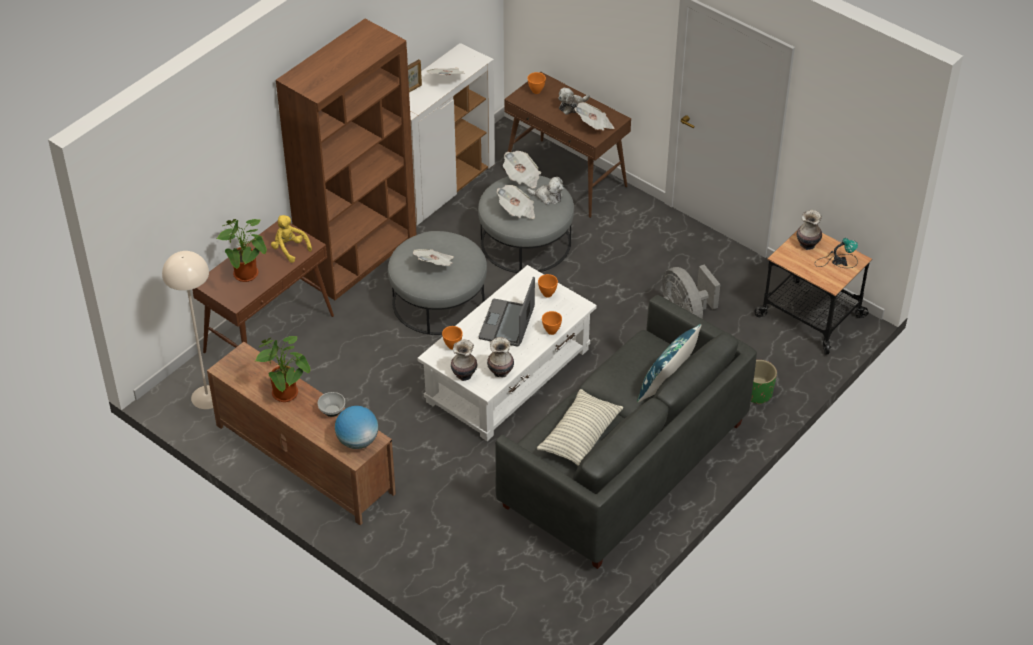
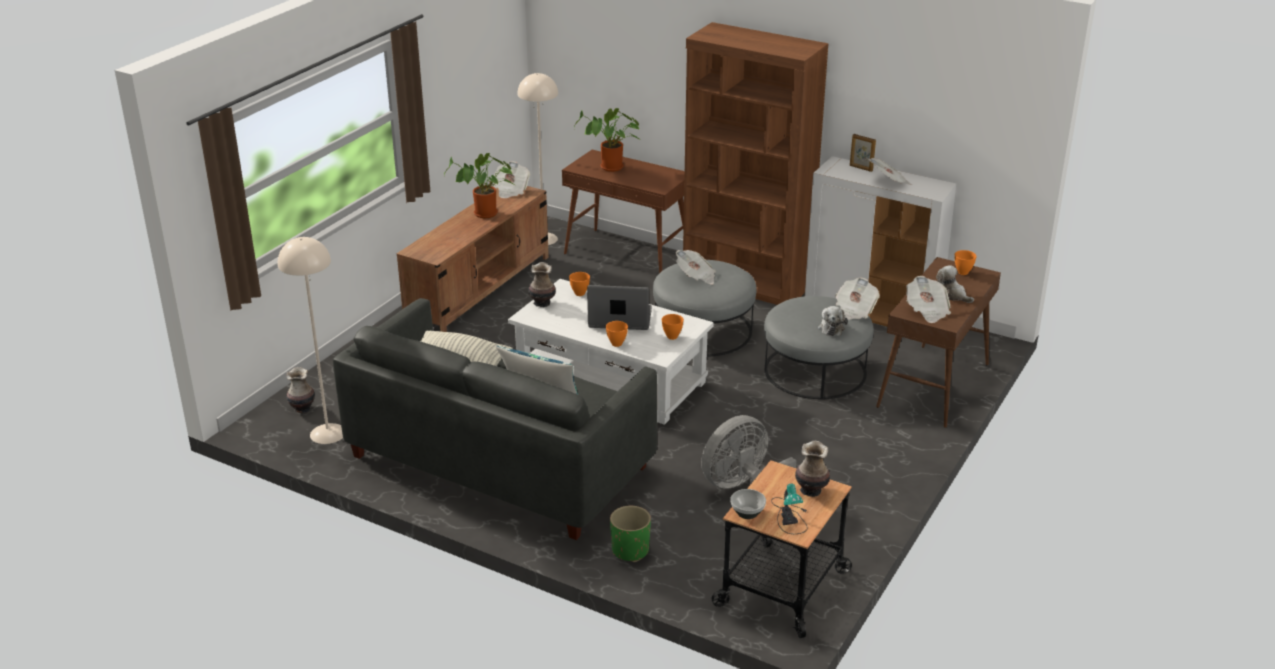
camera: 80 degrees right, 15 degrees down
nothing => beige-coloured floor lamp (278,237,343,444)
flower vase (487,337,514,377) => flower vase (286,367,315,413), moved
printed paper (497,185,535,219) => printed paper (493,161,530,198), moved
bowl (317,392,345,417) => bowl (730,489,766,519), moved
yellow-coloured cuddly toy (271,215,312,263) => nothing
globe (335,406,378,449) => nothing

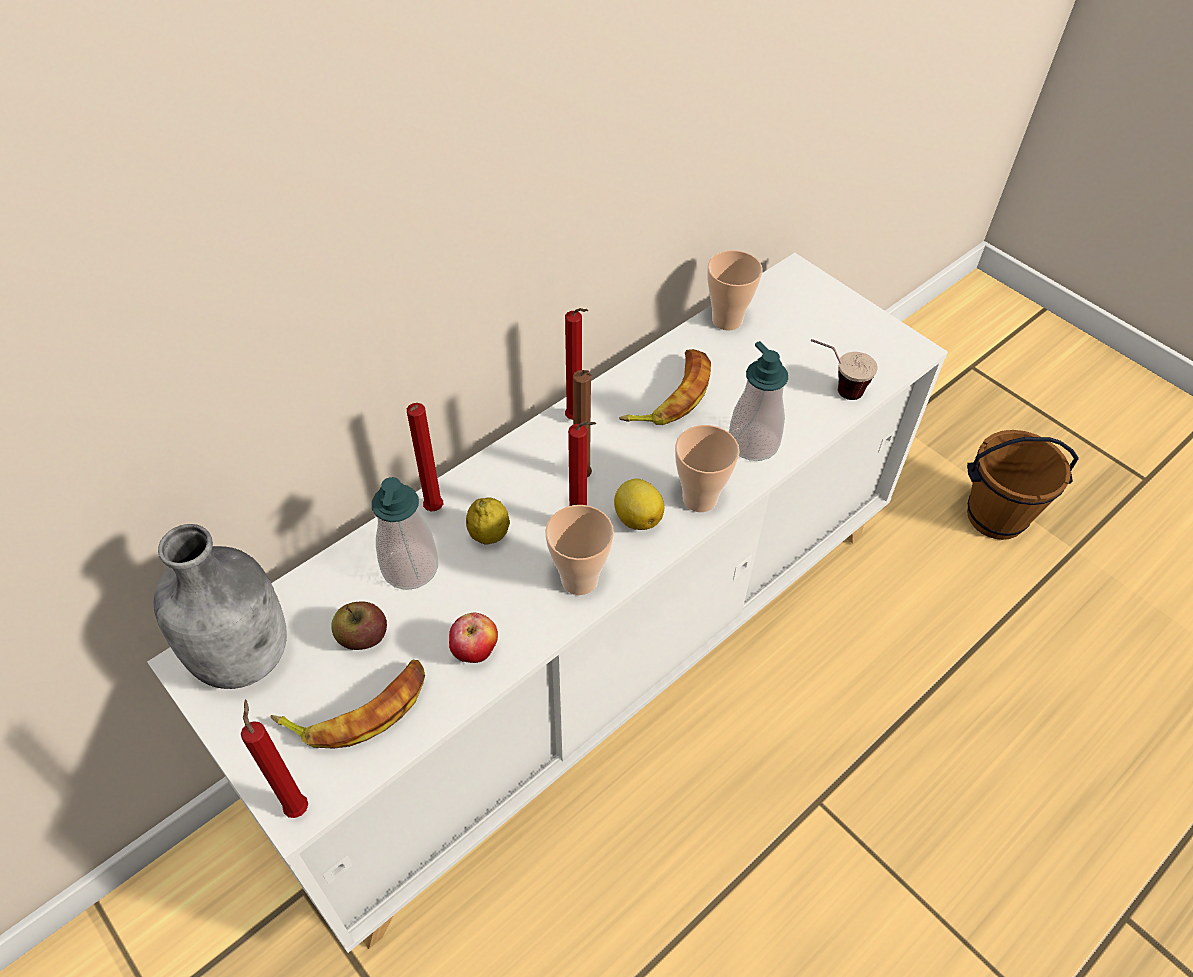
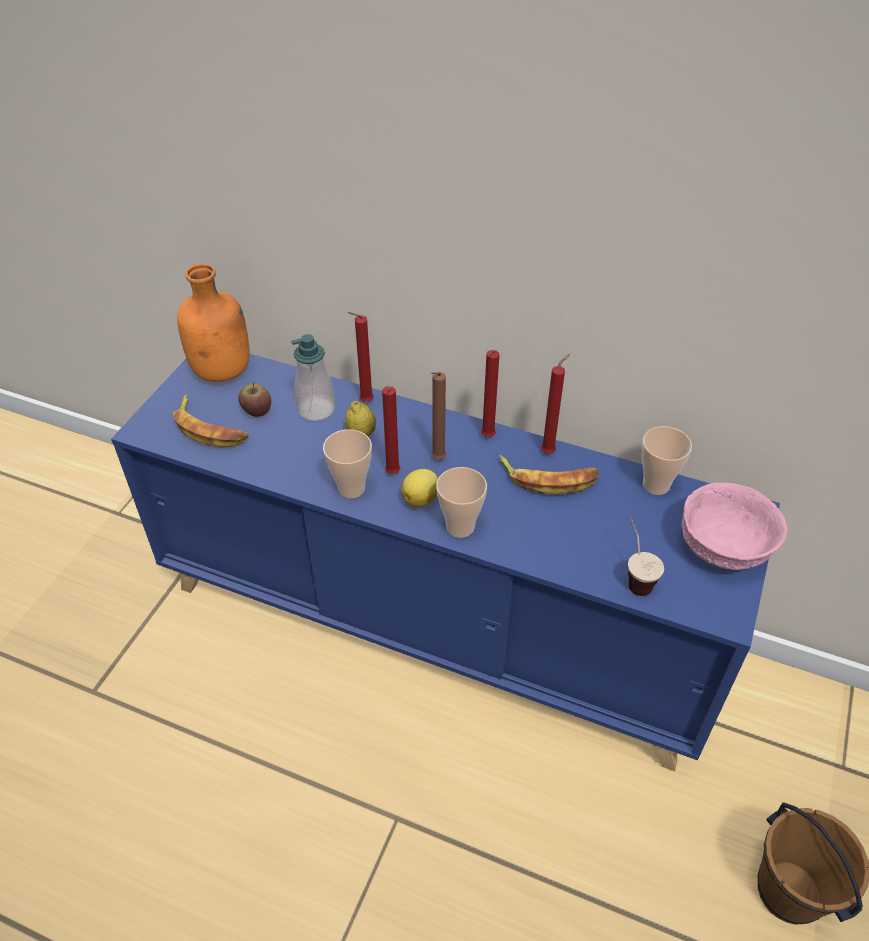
camera: 65 degrees right, 5 degrees down
whitish cabinet (147,253,948,953) => bluish cabinet (111,354,780,771)
gray beverage bottle (154,524,287,689) => orangey beverage bottle (177,264,250,382)
red-coloured candle (241,700,308,818) => red-coloured candle (541,354,570,454), moved
nothing => pink bowl (682,483,787,570)
apple (449,613,498,663) => nothing
liquid soap bottle (729,341,788,461) => nothing

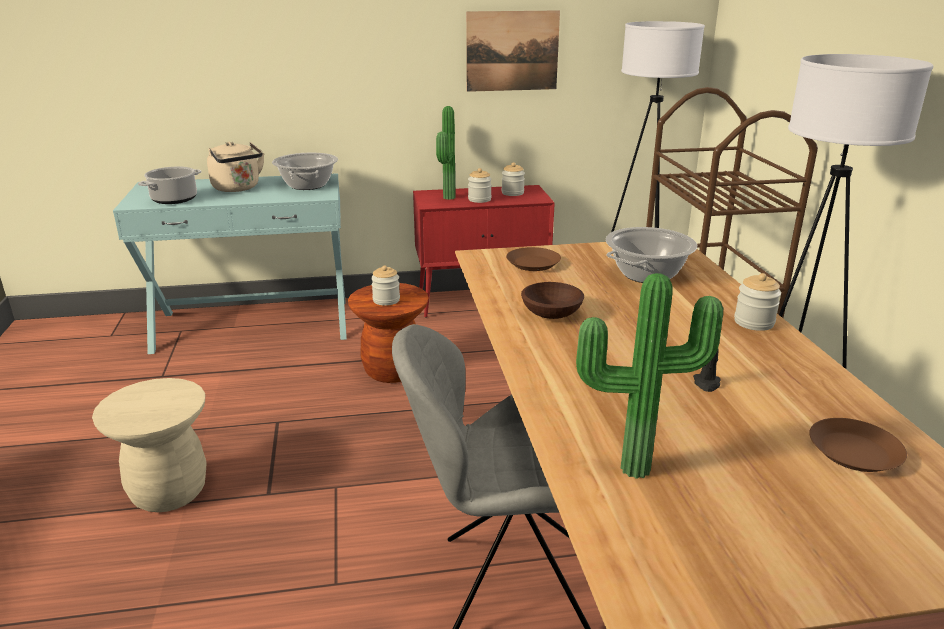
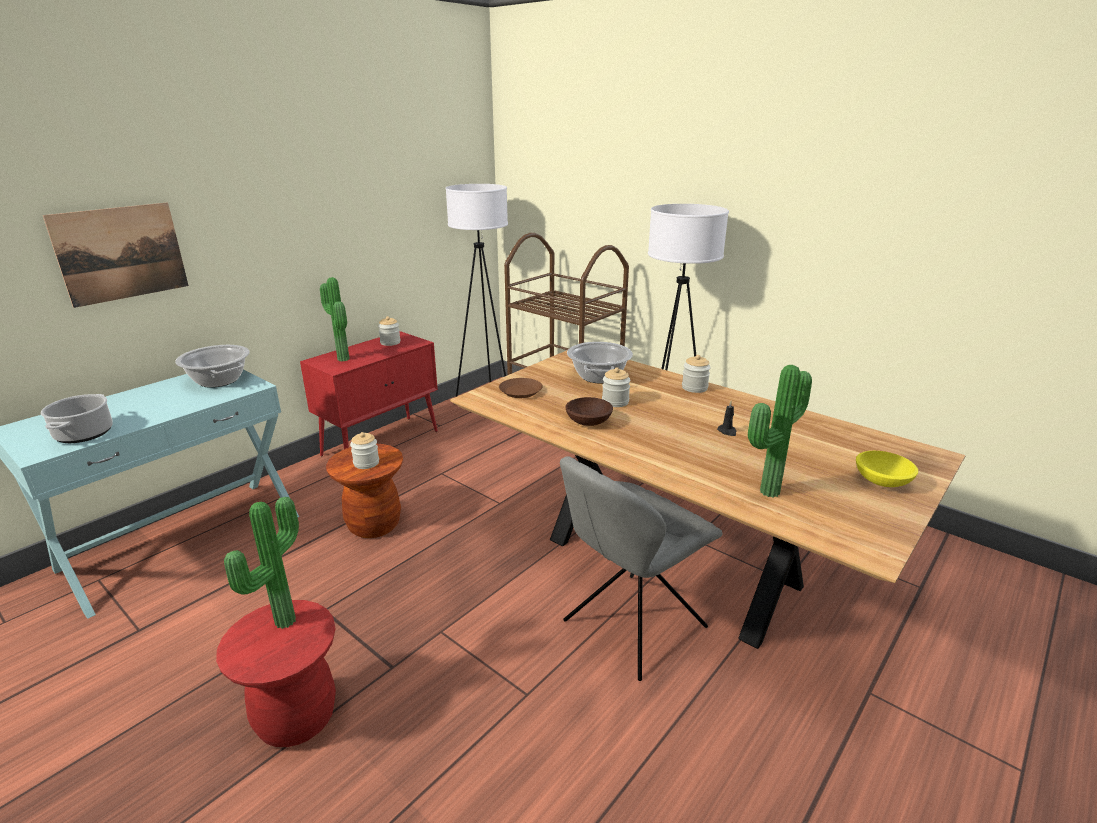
camera: 40 degrees left, 0 degrees up
picture (466,10,560,92) => picture (43,202,189,308), moved
beige-coloured stool (92,378,207,512) => red-coloured stool (216,600,336,747)
nothing => plant in a pot (224,497,299,629)
preserve jar (468,168,492,203) => preserve jar (602,367,631,407), moved
nothing => yellow-coloured bowl (856,451,918,487)
beige-coloured water kettle (207,142,264,192) => nothing
brownish flat dish (809,418,907,472) => nothing

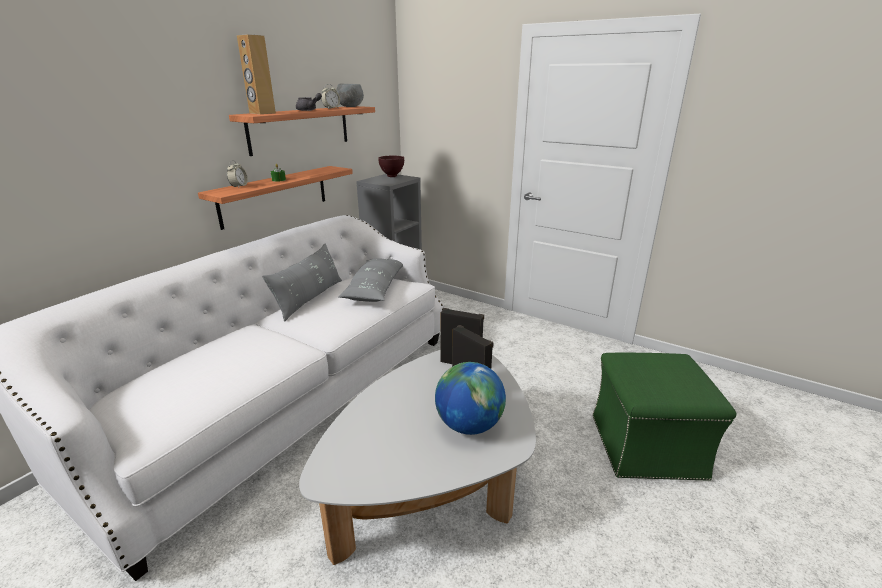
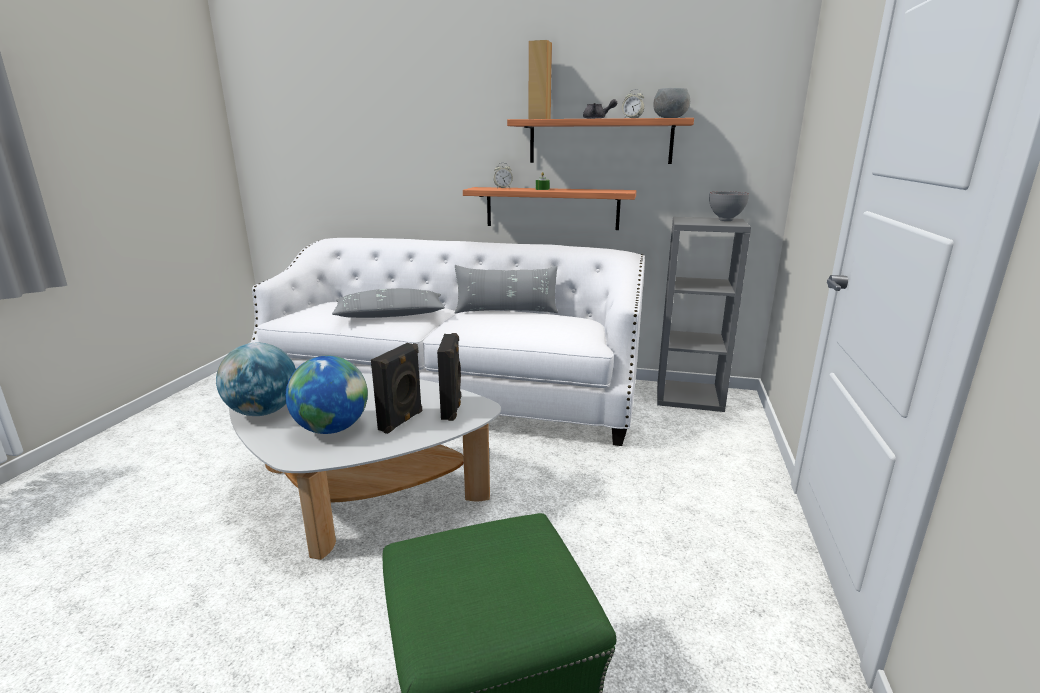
camera: 70 degrees right, 5 degrees down
nothing => globe (216,343,296,416)
gray cushion (338,258,403,302) => gray cushion (332,288,445,318), moved
brownish bowl (378,156,404,177) => gray bowl (709,191,749,221)

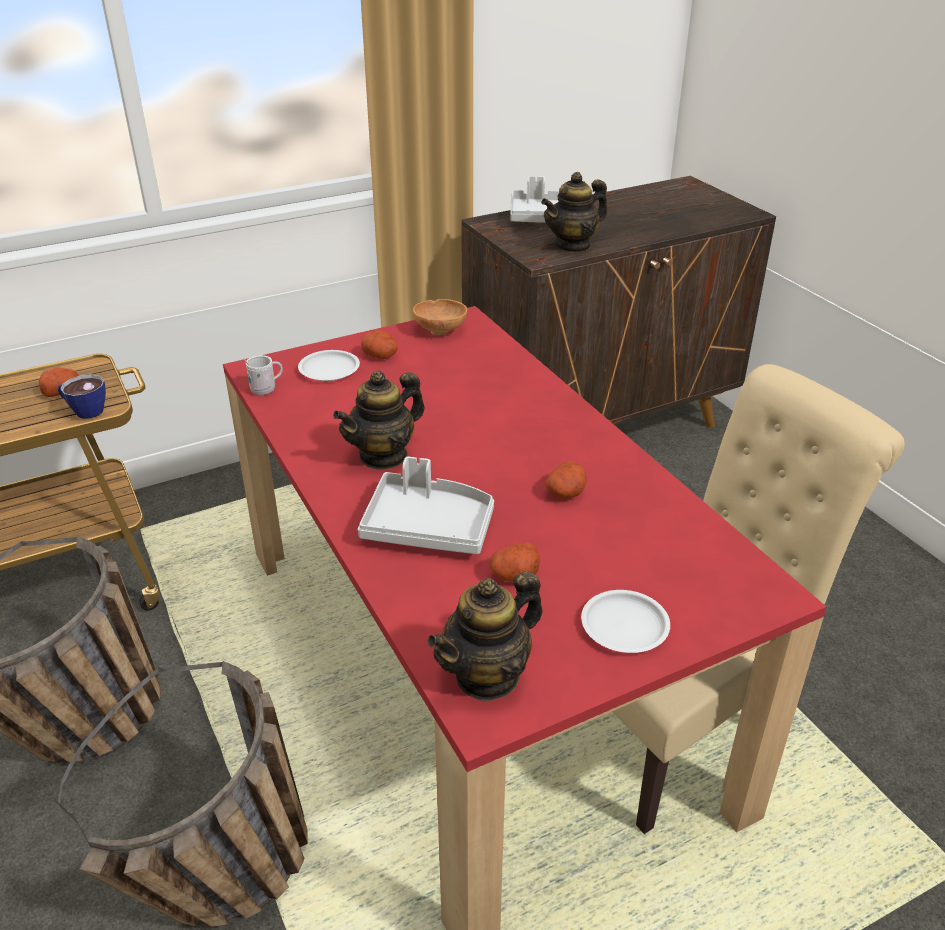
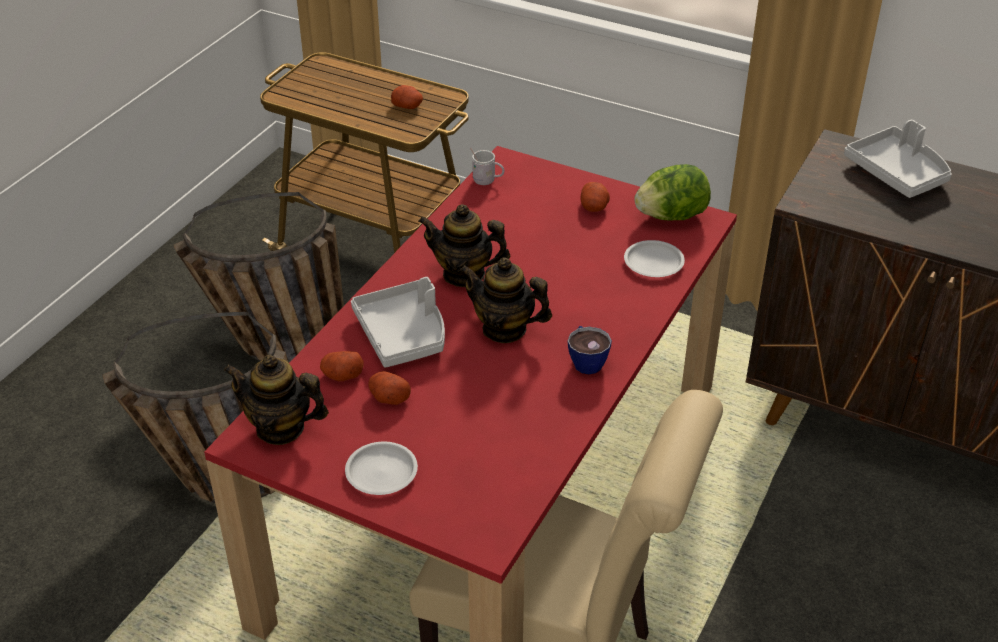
camera: 55 degrees right, 5 degrees up
whole potato (545,461,587,499) => whole potato (320,351,363,381), moved
tea pot (541,172,607,253) => tea pot (460,257,552,343), moved
drinking cup (58,374,106,419) => drinking cup (568,326,612,374), moved
whitish flat dish (298,350,360,381) => whitish flat dish (624,240,685,277), moved
brownish bowl (413,299,467,335) => lettuce head (634,164,711,220)

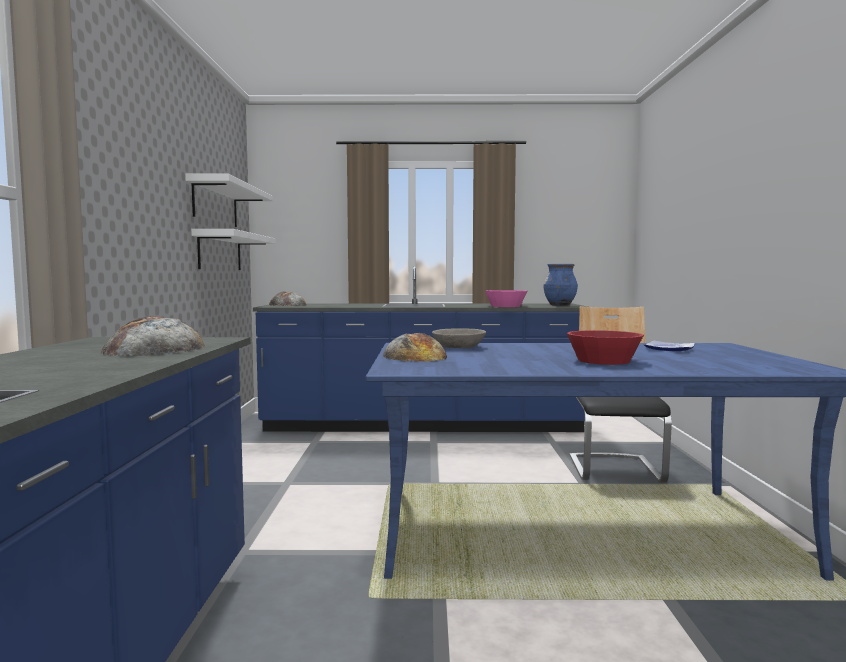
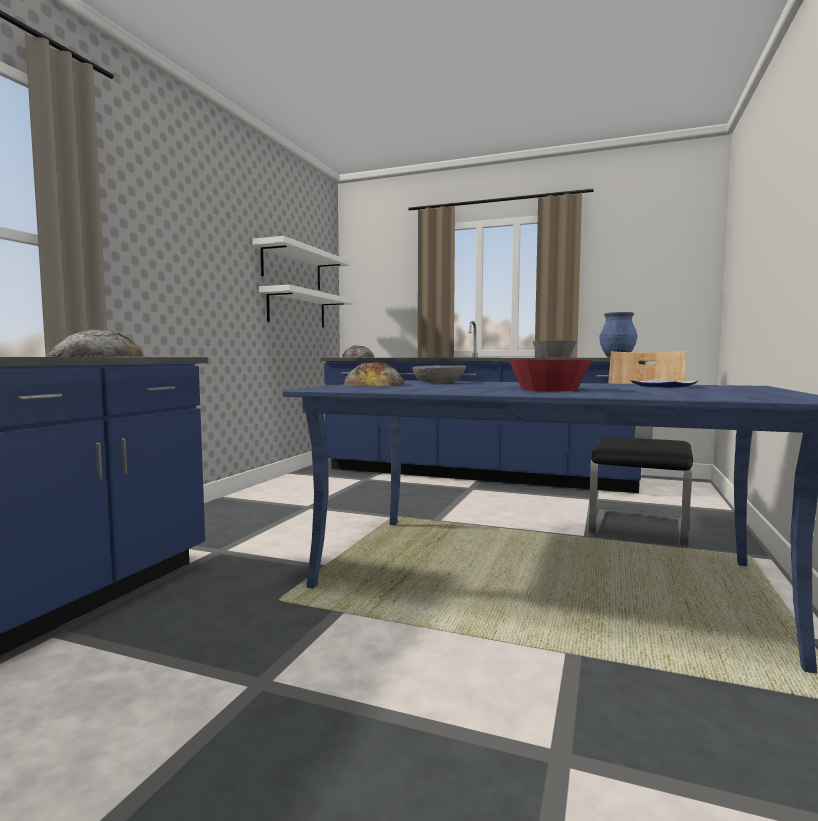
camera: 20 degrees right, 0 degrees up
pink bowl (485,290,527,307) => gray bowl (532,341,577,357)

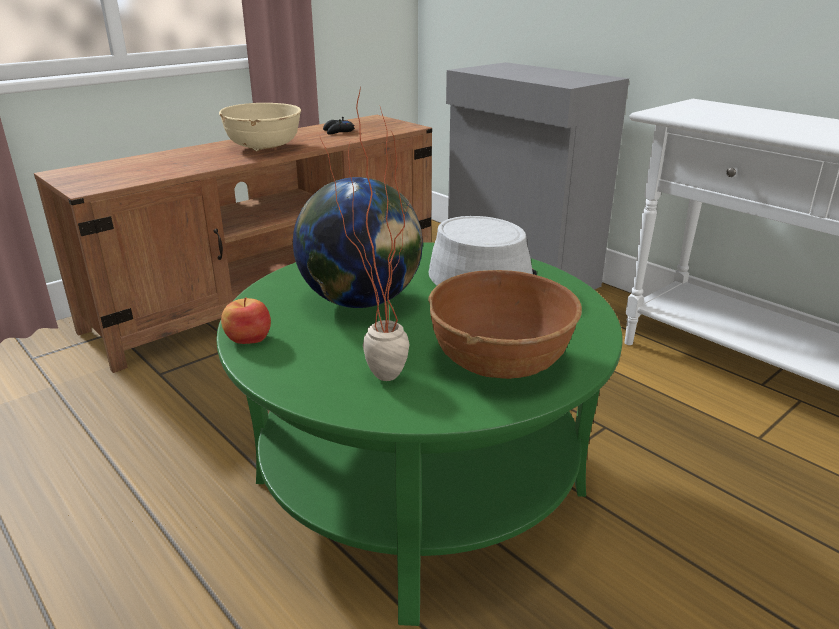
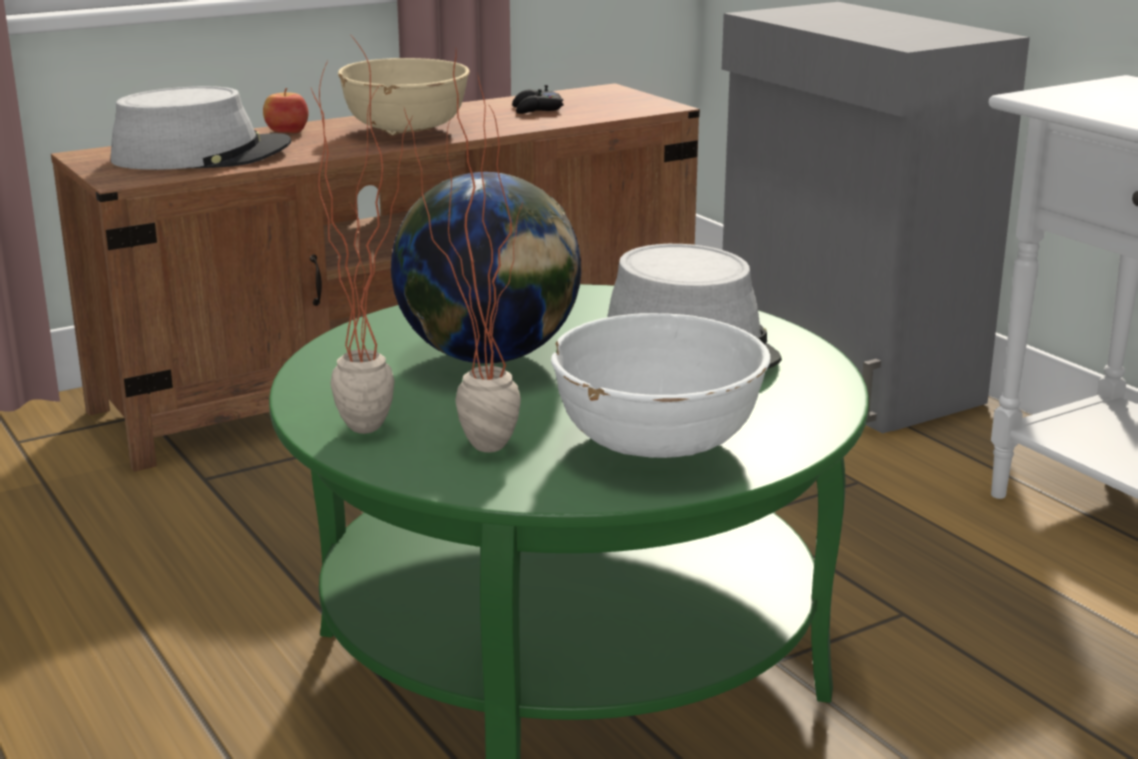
camera: 10 degrees right, 5 degrees down
nothing => gray clothing hat (111,86,291,170)
apple (221,297,271,344) => apple (263,88,309,133), moved
nothing => plant in a pot (311,37,413,434)
brownish bowl (428,270,582,379) => whitish bowl (551,313,771,458)

